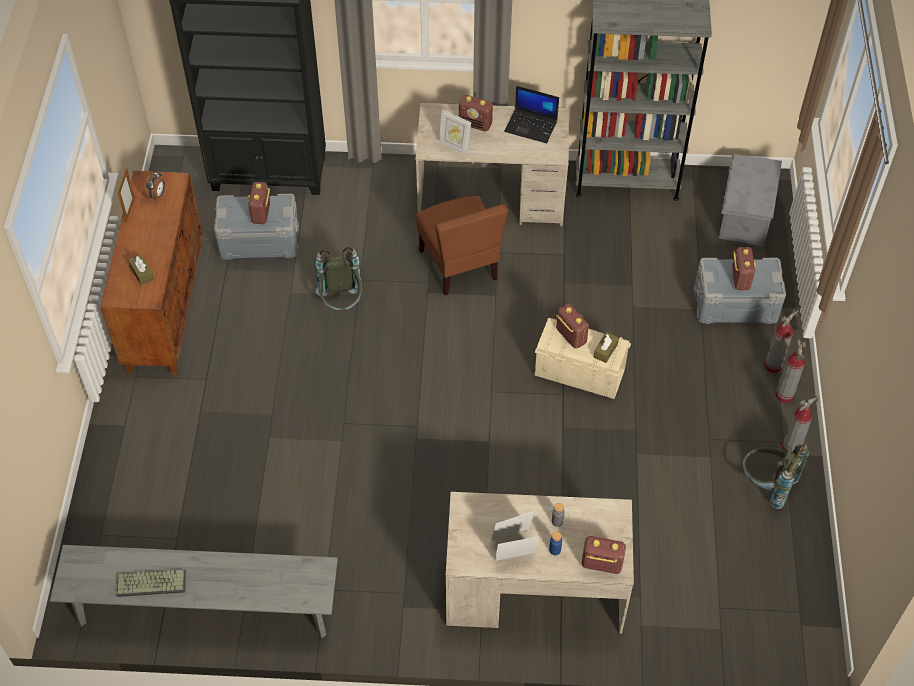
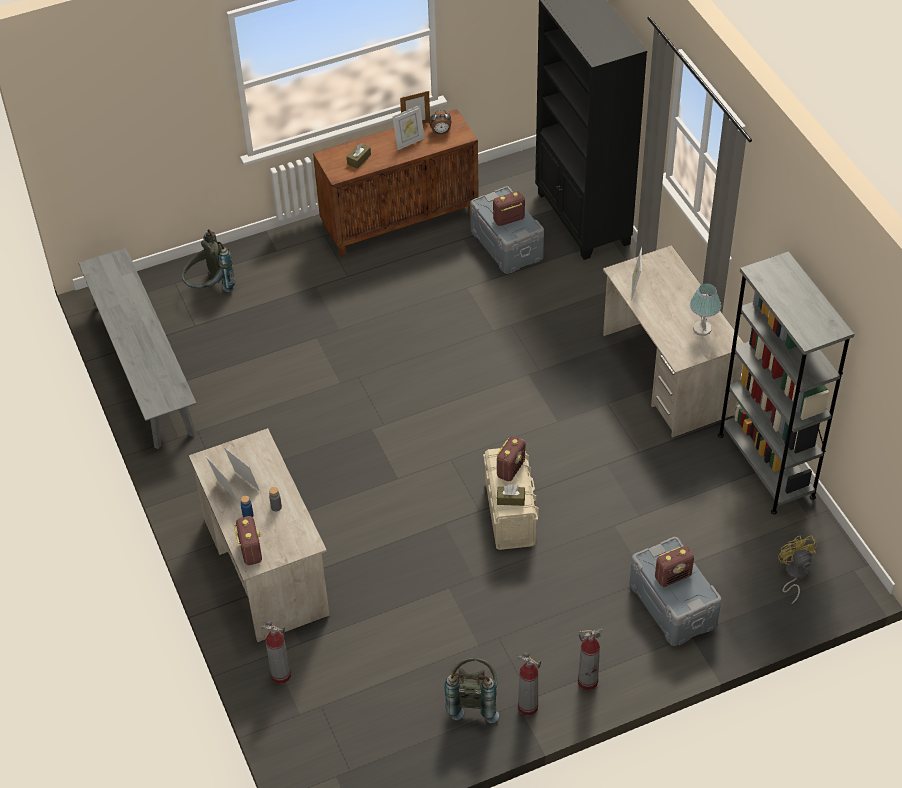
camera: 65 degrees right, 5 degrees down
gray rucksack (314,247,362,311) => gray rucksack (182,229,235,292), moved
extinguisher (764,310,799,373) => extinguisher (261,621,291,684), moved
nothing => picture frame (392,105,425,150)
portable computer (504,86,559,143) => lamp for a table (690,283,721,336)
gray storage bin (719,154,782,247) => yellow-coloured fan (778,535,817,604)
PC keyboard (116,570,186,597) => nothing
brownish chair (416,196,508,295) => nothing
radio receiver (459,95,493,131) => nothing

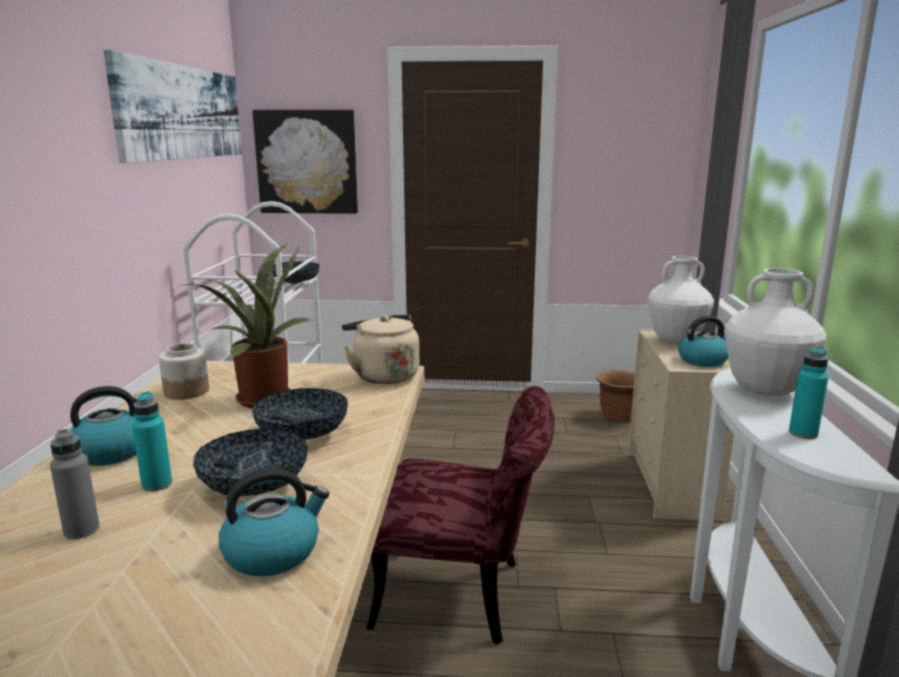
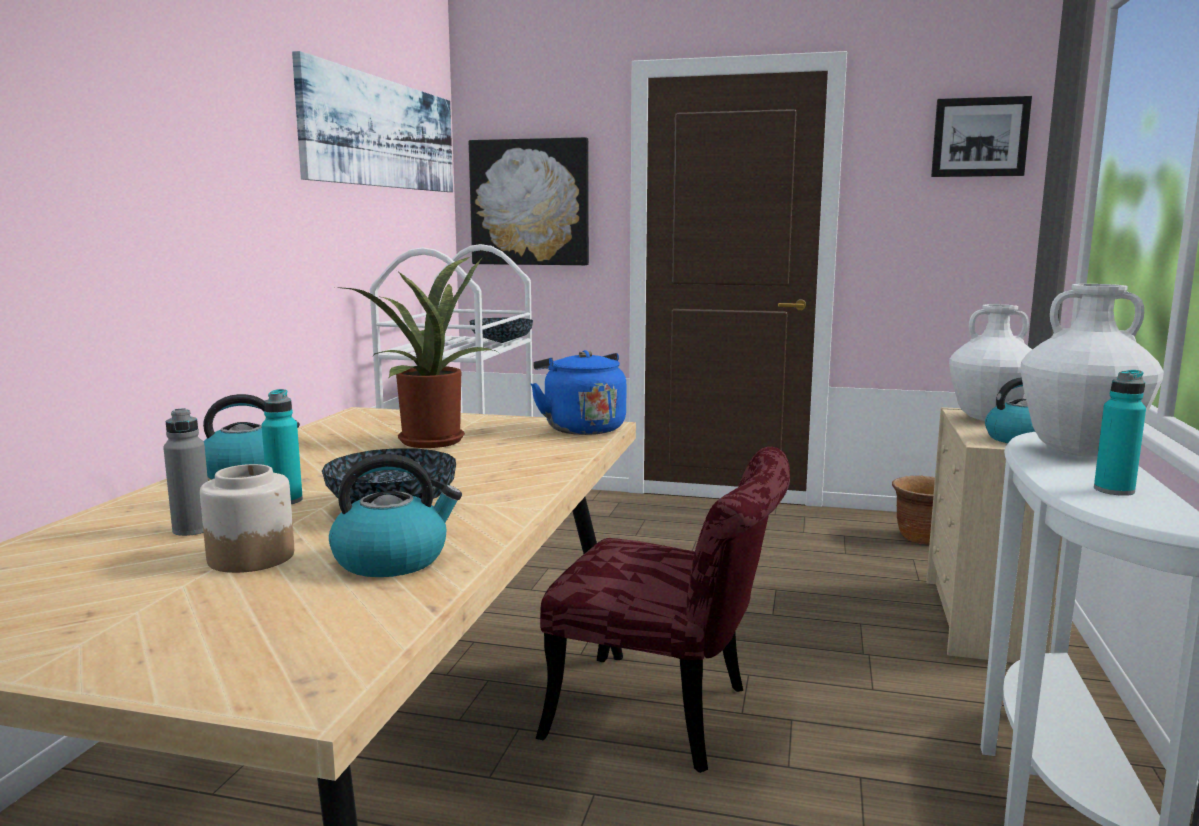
camera: 10 degrees right, 5 degrees down
preserve jar (159,343,209,400) => preserve jar (200,464,294,573), moved
beige-coloured water kettle (342,315,419,384) => bluish water kettle (531,350,626,435)
nothing => picture (931,96,1032,177)
bowl (252,388,348,440) => nothing

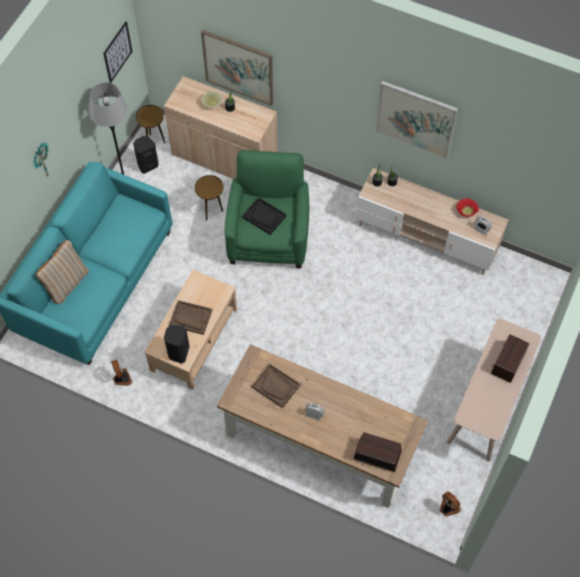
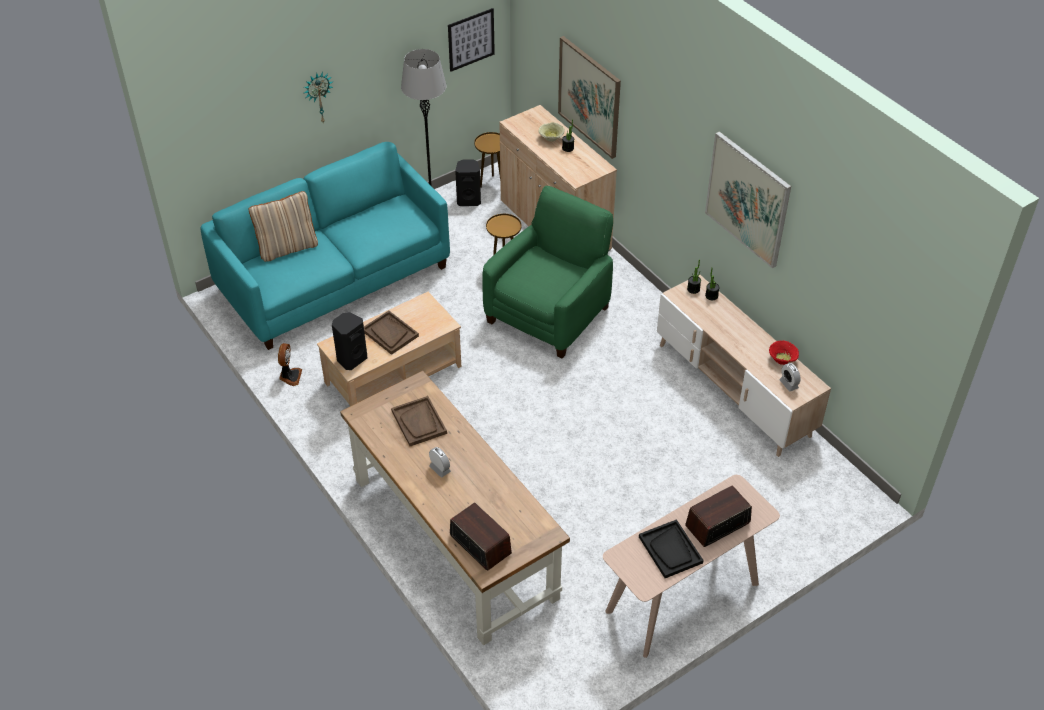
camera: 30 degrees right, 15 degrees down
black-coloured carrying tray (242,197,287,235) => black-coloured carrying tray (639,519,704,578), moved
fan (440,491,461,517) => nothing

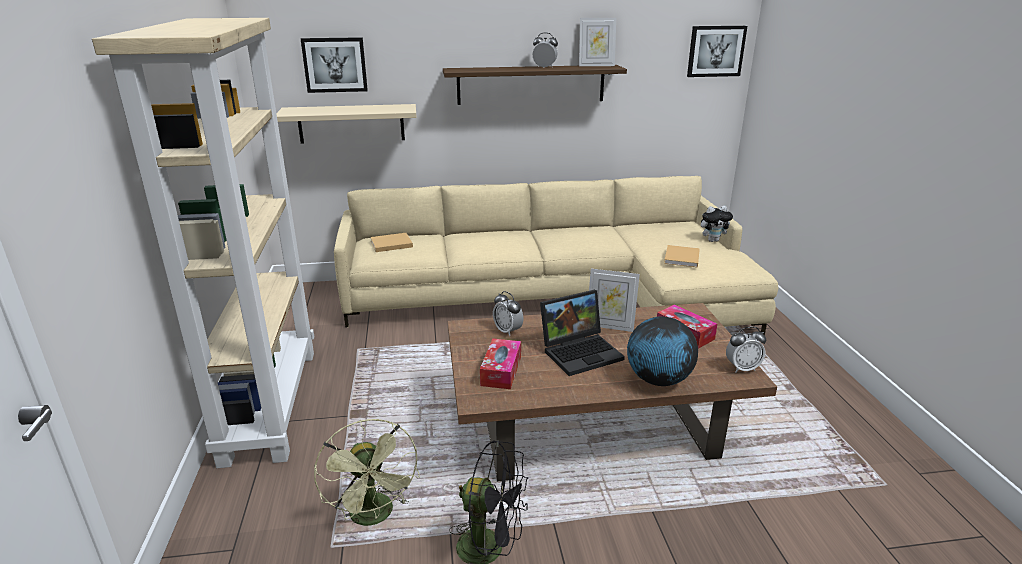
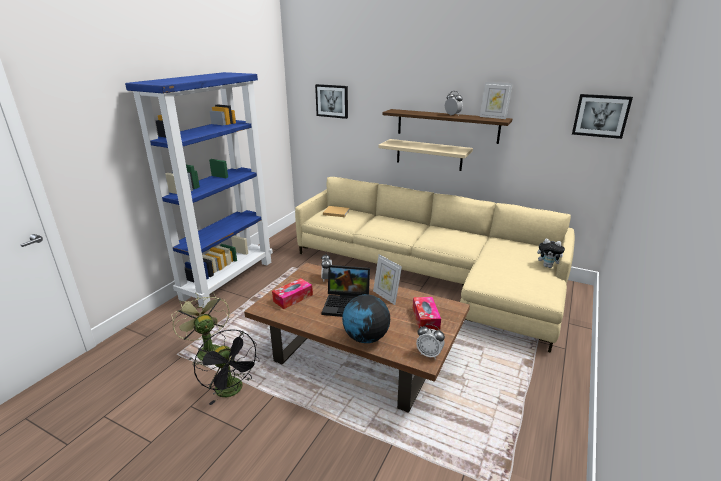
camera: 35 degrees right, 0 degrees up
beige-coloured shelving unit (92,18,314,468) => bluish shelving unit (125,72,273,309)
green-coloured fan (314,419,420,526) => green-coloured fan (171,292,230,365), 135 degrees clockwise
beige-coloured wall shelf (276,104,417,144) => beige-coloured wall shelf (378,139,473,171), moved
beige-coloured book (664,245,700,268) => nothing

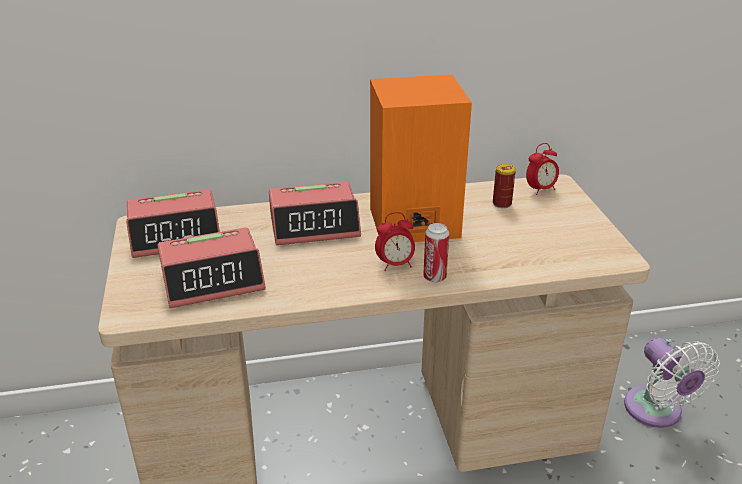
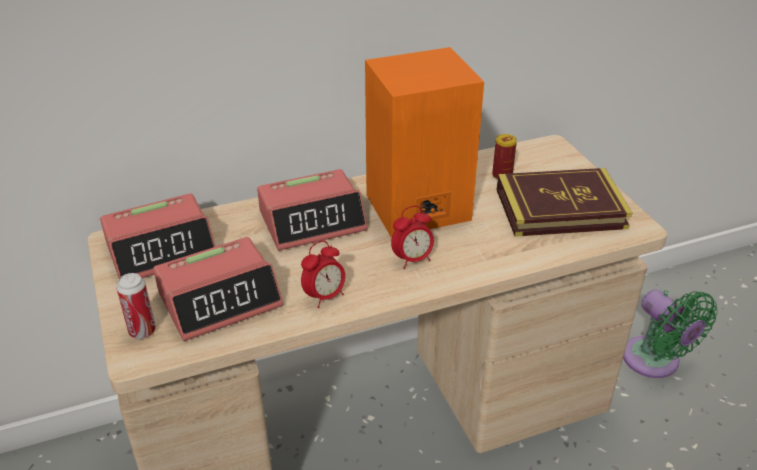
camera: 10 degrees left, 5 degrees up
can (423,223,449,283) => can (116,273,156,339), moved
table clock (526,143,559,195) => table clock (301,241,345,308), moved
nothing => book (496,168,632,237)
whitish fan (624,338,720,428) => green-coloured fan (623,290,718,378)

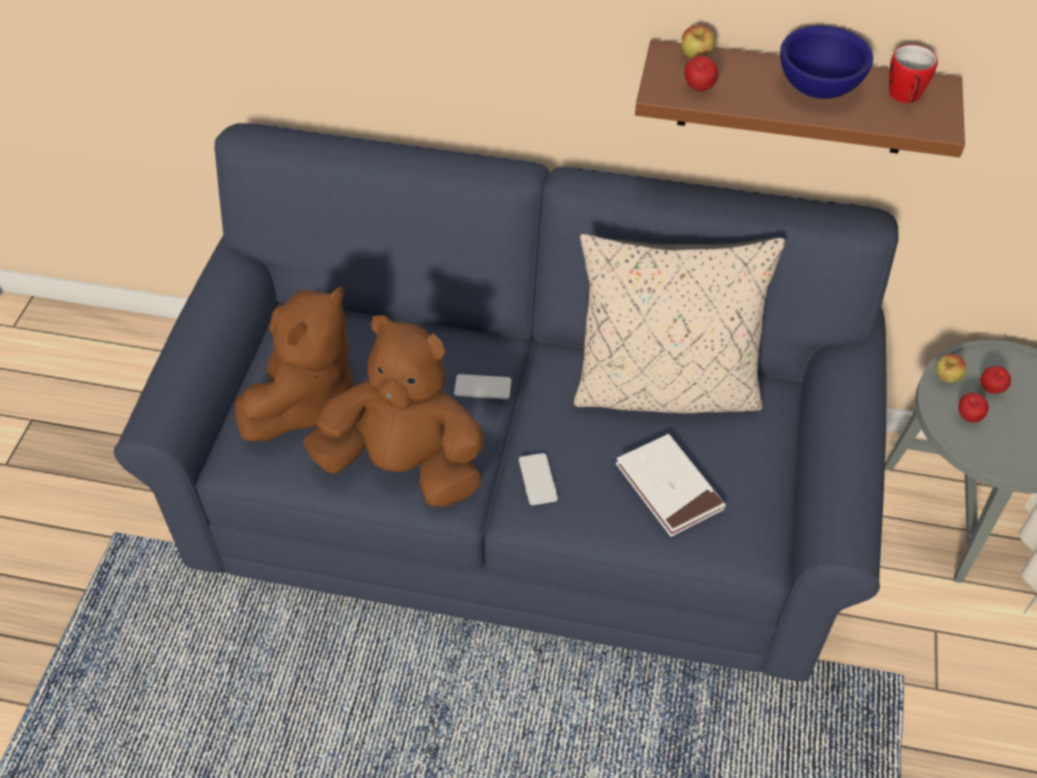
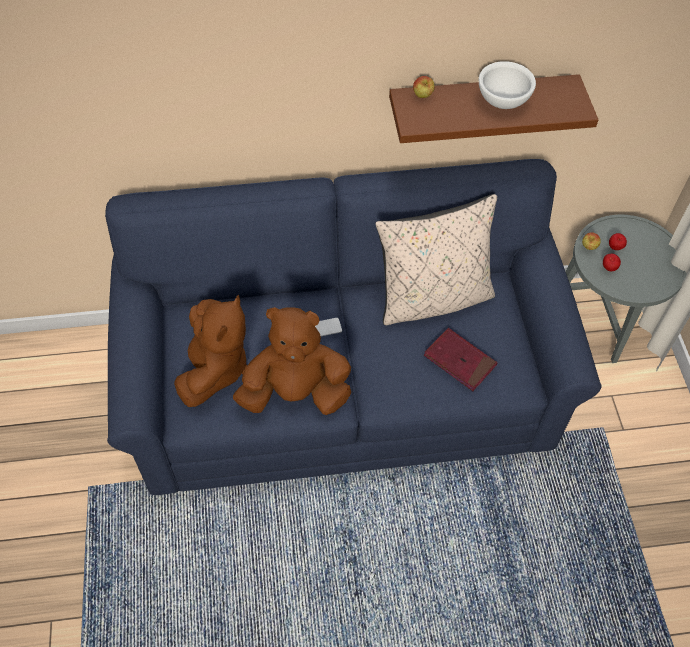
camera: 20 degrees left, 5 degrees up
whitish book (615,434,726,537) => red-coloured book (424,328,497,391)
bluish bowl (780,26,873,99) => whitish bowl (479,61,536,109)
telephone (519,453,558,505) => nothing
apple (685,56,718,91) => nothing
tea mug (889,45,938,103) => nothing

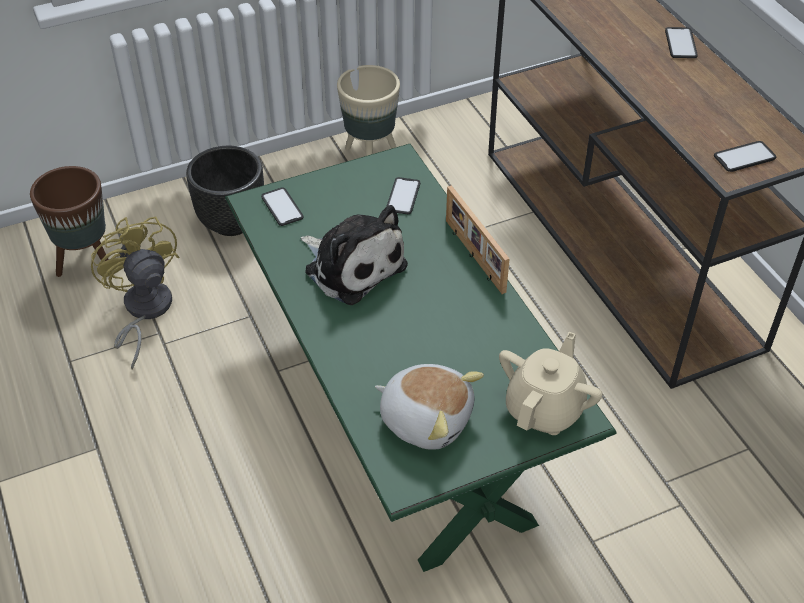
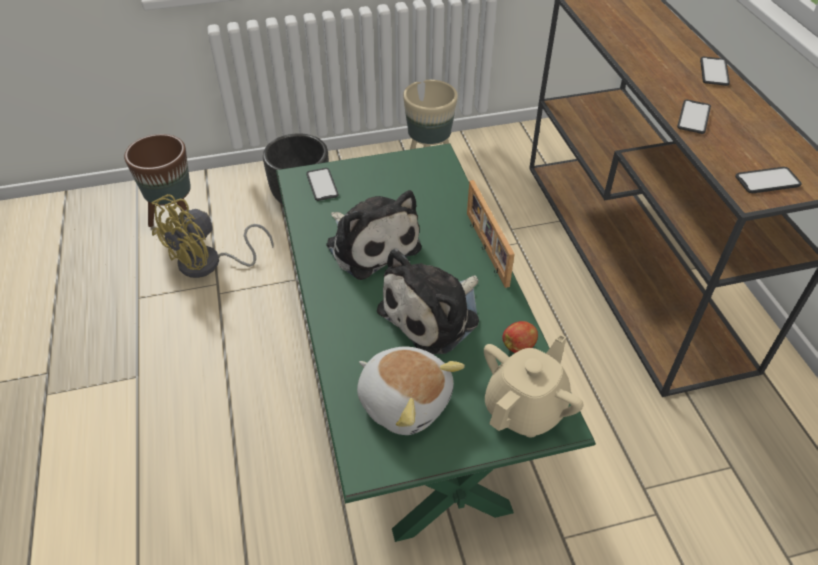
camera: 10 degrees right, 0 degrees up
yellow-coloured fan (91,216,179,370) => yellow-coloured fan (151,194,274,278), 120 degrees counterclockwise
nothing => cuddly toy (377,249,479,355)
nothing => apple (502,321,538,353)
telephone (386,177,420,215) => telephone (677,100,711,134), moved

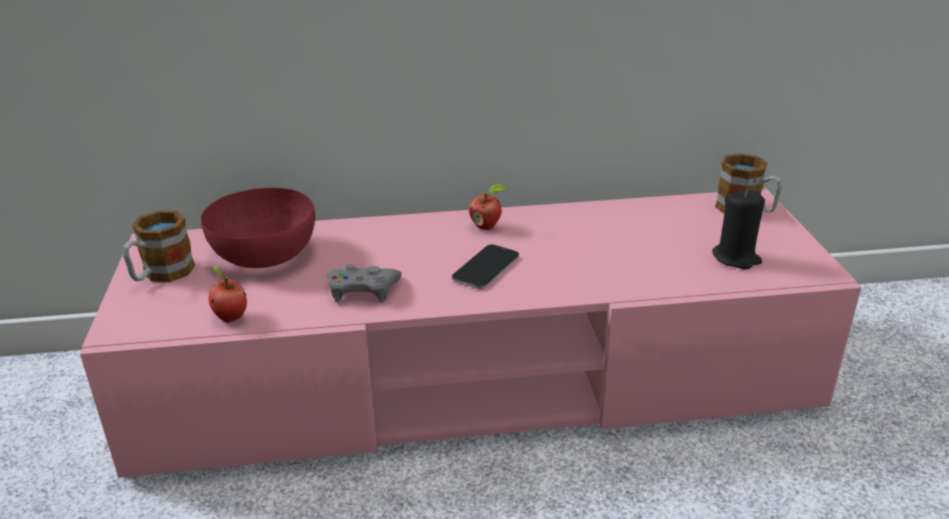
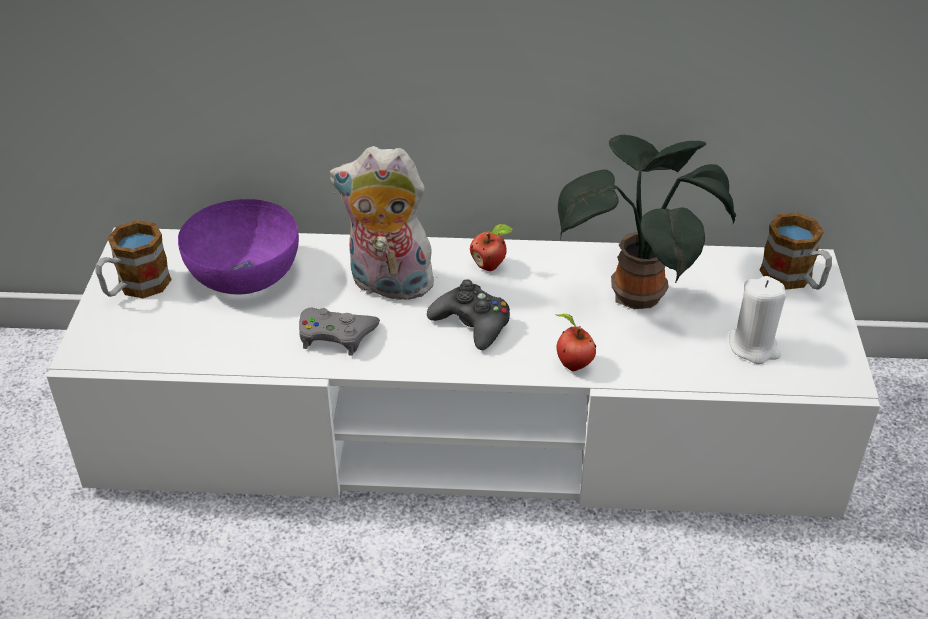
camera: 10 degrees right, 10 degrees up
pink tv unit (80,189,861,478) => whitish tv unit (47,227,880,517)
red-coloured bowl (201,188,315,268) => purple bowl (178,199,299,294)
nothing => cuddly toy (329,146,442,300)
telephone (452,244,519,289) => black-coloured joypad (427,279,510,350)
apple (203,267,247,323) => apple (555,314,596,371), moved
nothing => plant in a pot (558,135,736,309)
black-coloured candle (712,189,765,270) => whitish candle (729,276,786,364)

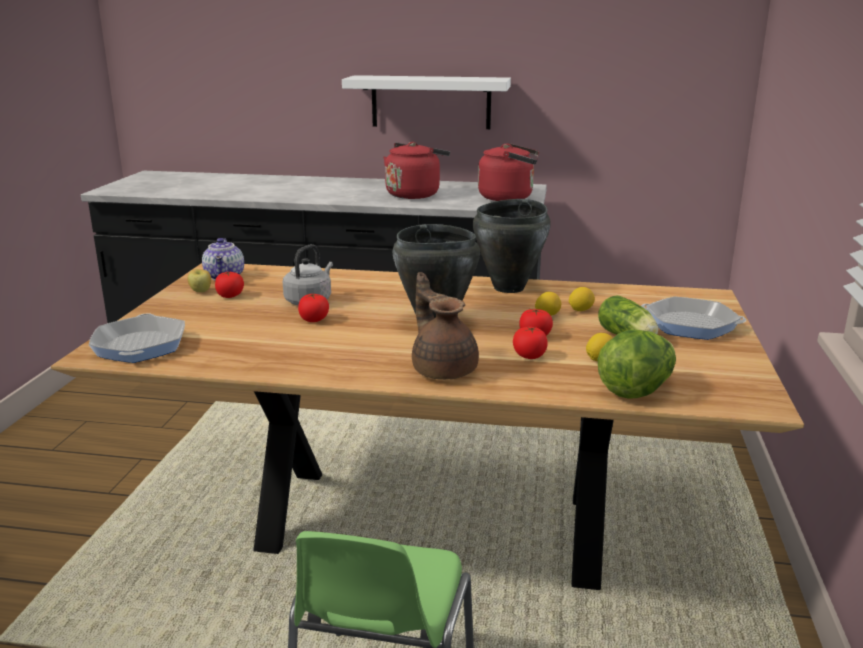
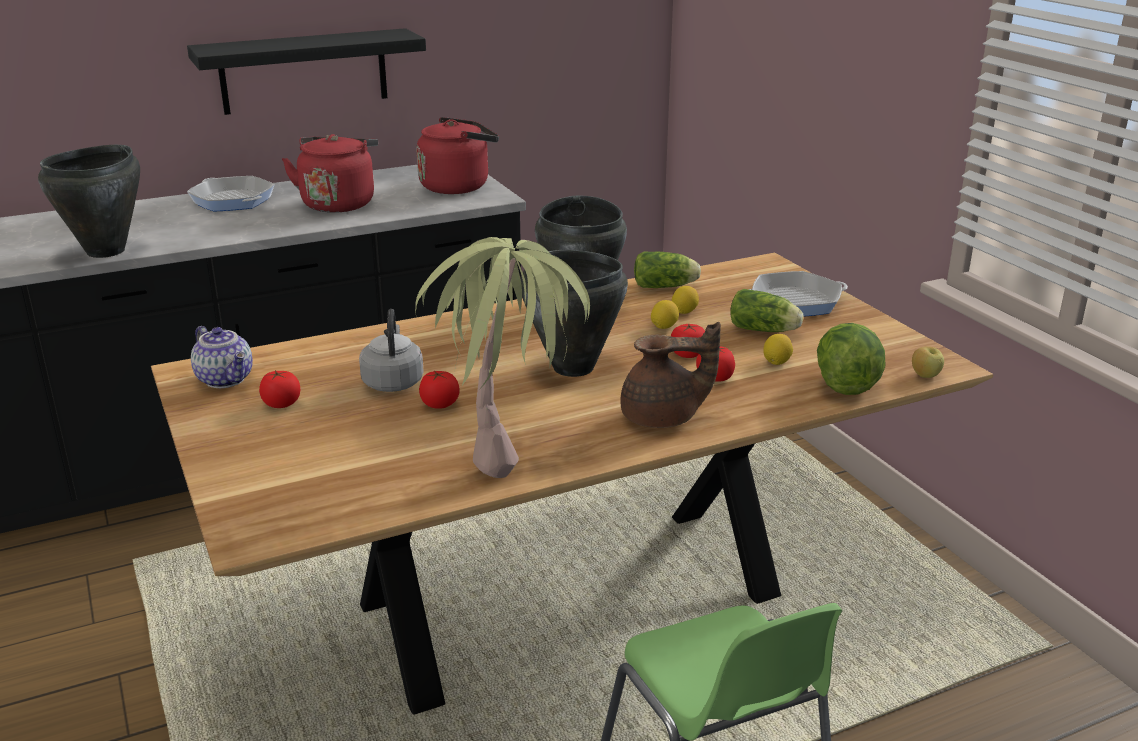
camera: 35 degrees left, 5 degrees up
nothing => black-coloured cooking pot (38,145,140,258)
whitish wall shelf (342,75,511,129) => black-coloured wall shelf (187,28,426,115)
frying pan (89,314,185,363) => frying pan (187,176,274,211), moved
nothing => plant in a pot (415,237,590,478)
brownish tea pot (412,272,479,380) => brownish tea pot (620,322,721,428), 150 degrees clockwise
nothing => lettuce head (634,252,701,288)
apple (188,269,211,292) => apple (912,346,944,378), moved

